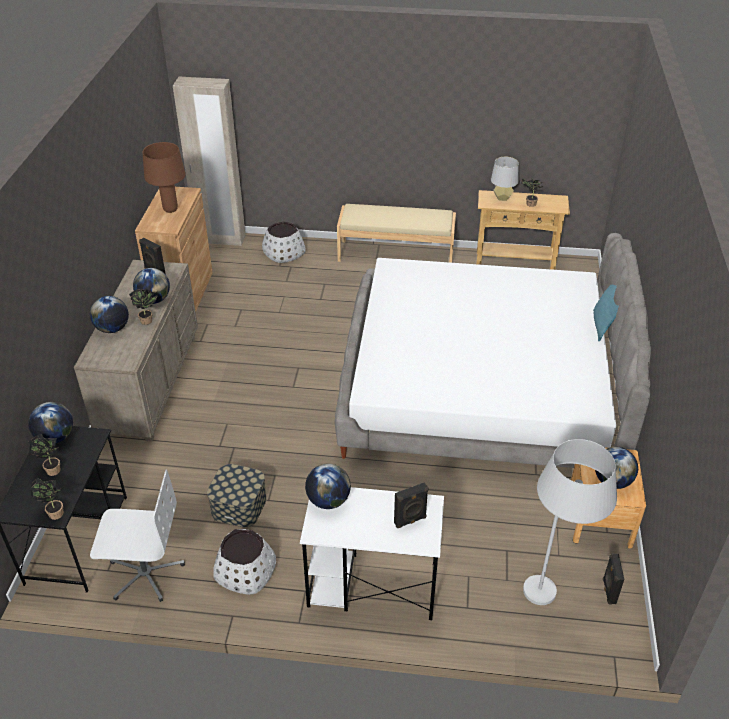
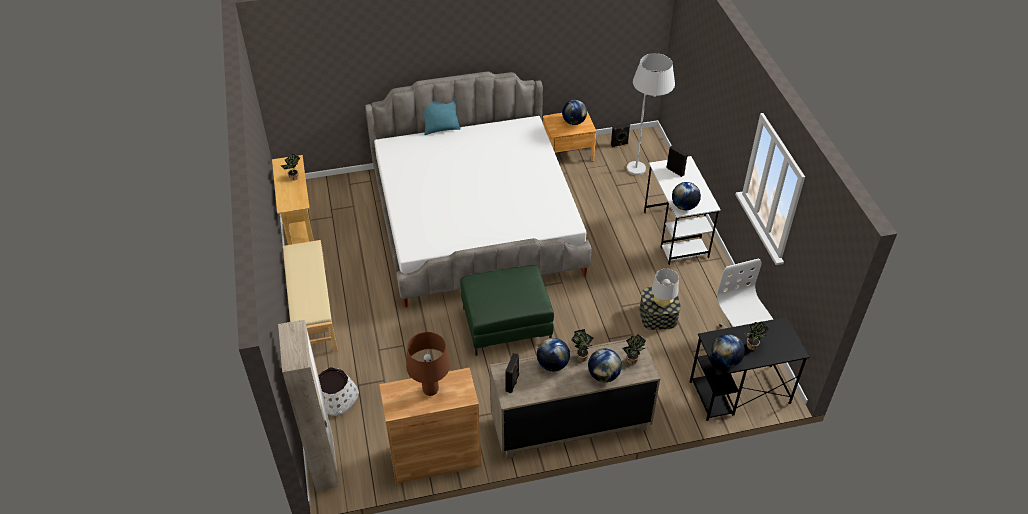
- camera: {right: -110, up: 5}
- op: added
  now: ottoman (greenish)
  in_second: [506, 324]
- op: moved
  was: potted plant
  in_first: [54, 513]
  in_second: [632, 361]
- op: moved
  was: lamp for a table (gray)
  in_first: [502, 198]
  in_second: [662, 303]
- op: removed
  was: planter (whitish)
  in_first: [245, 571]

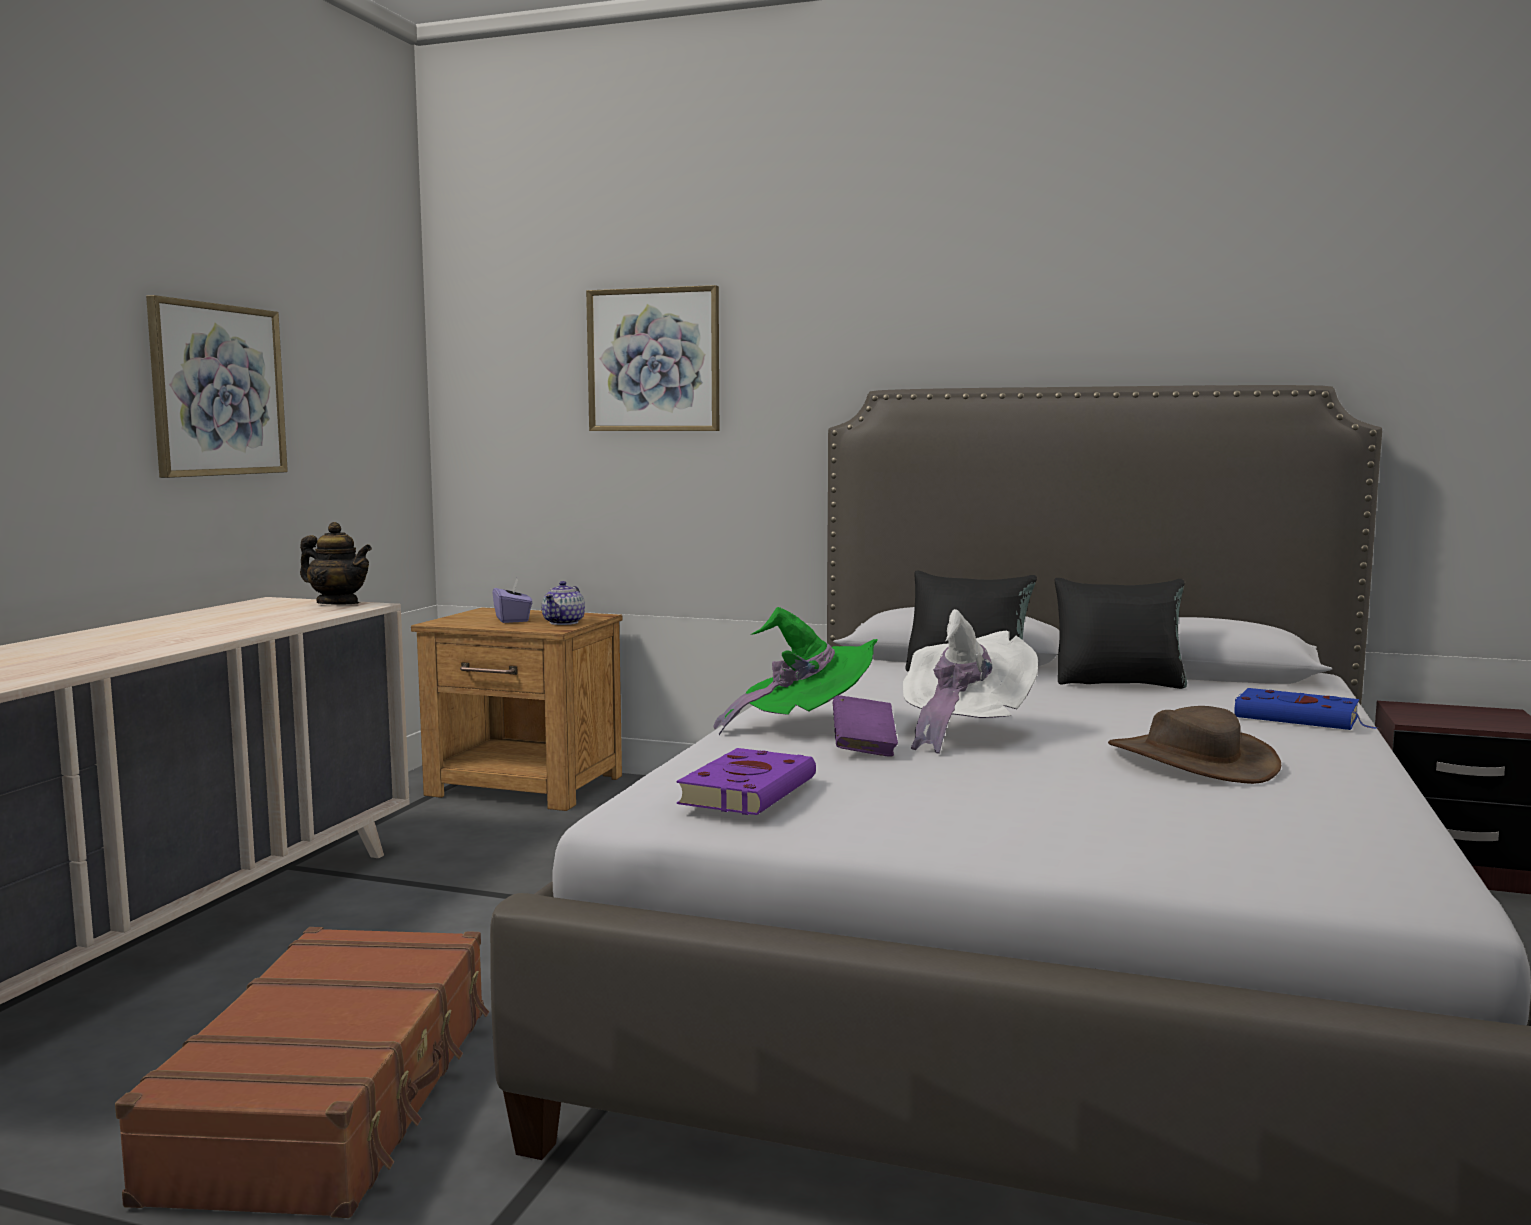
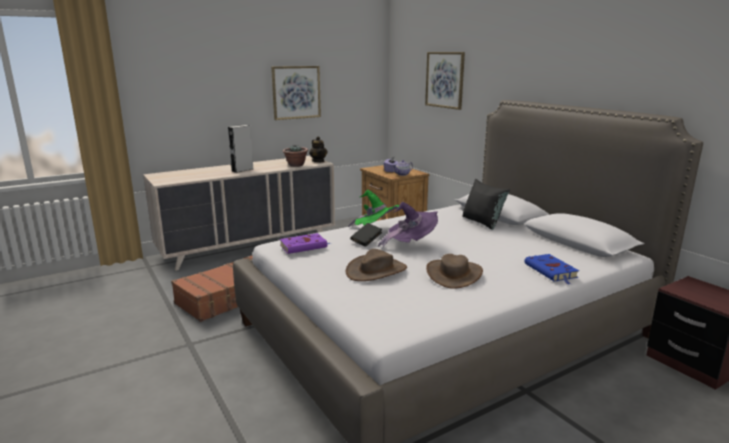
- camera: {right: 40, up: 10}
- op: added
  now: loudspeaker (gray)
  in_second: [242, 170]
- op: added
  now: potted plant
  in_second: [296, 165]
- op: added
  now: hat (brownish)
  in_second: [376, 270]
- op: recoloured
  was: bound book (purple-coloured)
  now: bound book (black-coloured)
  in_first: [864, 747]
  in_second: [366, 241]
- op: recoloured
  was: hat (whitish)
  now: hat (purple-coloured)
  in_first: [961, 731]
  in_second: [410, 243]
- op: removed
  was: cushion (black-coloured)
  in_first: [1119, 683]

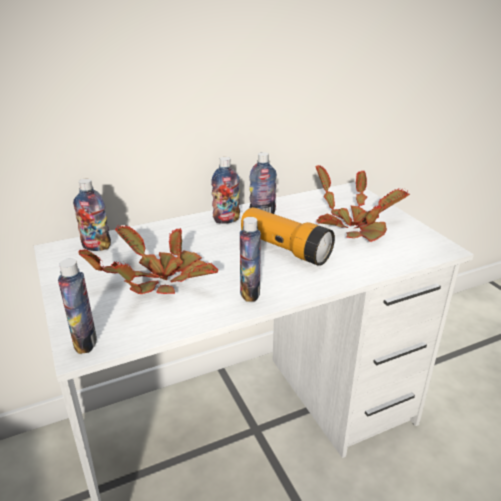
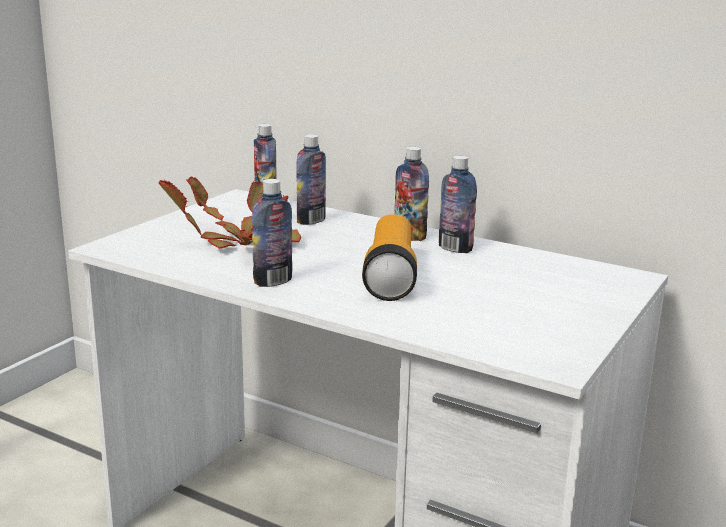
- camera: {right: 55, up: -10}
- op: moved
  was: beverage bottle
  in_first: [85, 342]
  in_second: [311, 220]
- op: removed
  was: potted plant
  in_first: [354, 225]

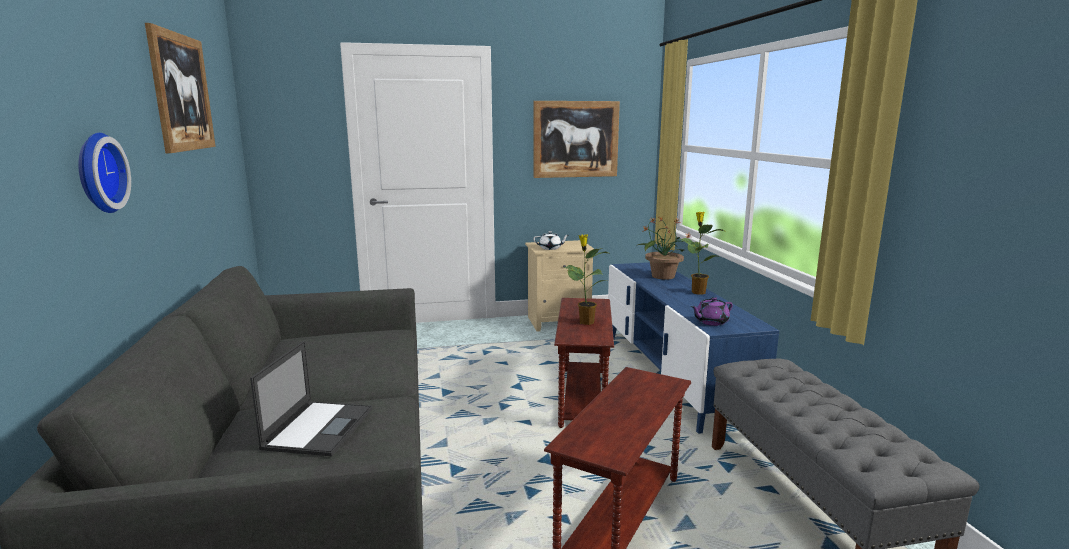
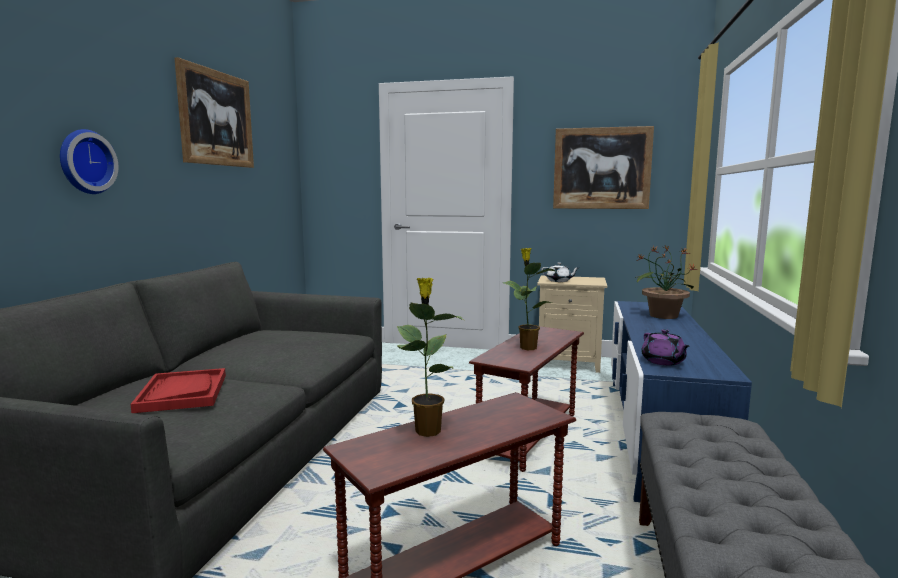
- camera: {right: 25, up: -5}
- op: replaced
  was: portable computer
  now: serving tray (reddish)
  in_first: [319, 427]
  in_second: [182, 392]
- op: moved
  was: potted plant
  in_first: [697, 292]
  in_second: [427, 430]
- op: turned
  was: teapot (purple-coloured)
  in_first: [710, 322]
  in_second: [663, 362]
  clockwise: -105

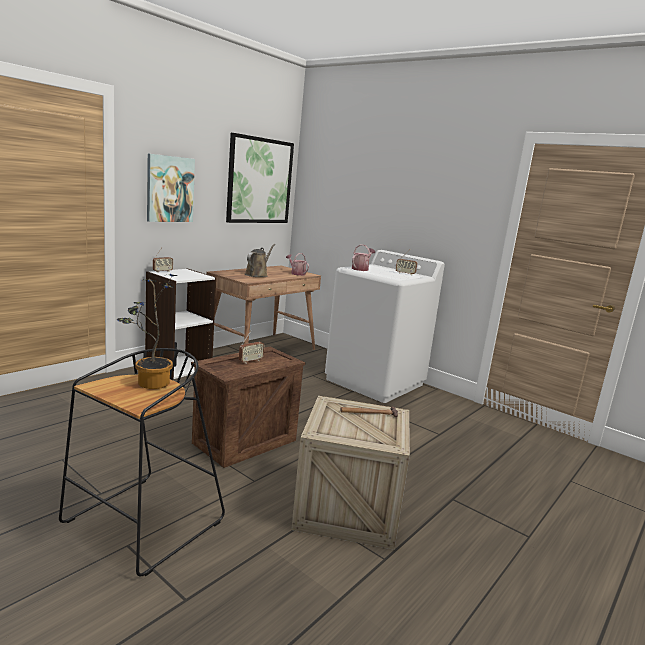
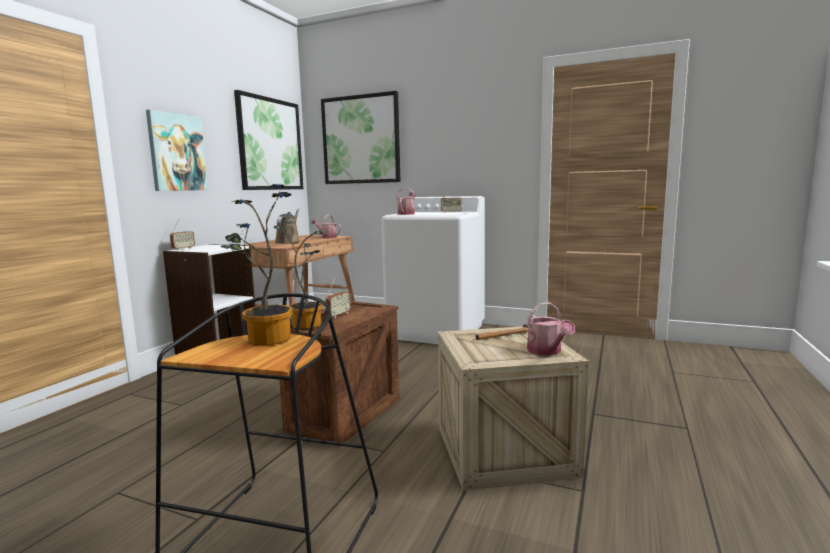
- camera: {right: -15, up: -5}
- op: added
  now: potted plant
  in_second: [308, 324]
- op: added
  now: picture
  in_second: [361, 140]
- op: added
  now: watering pot
  in_second: [546, 351]

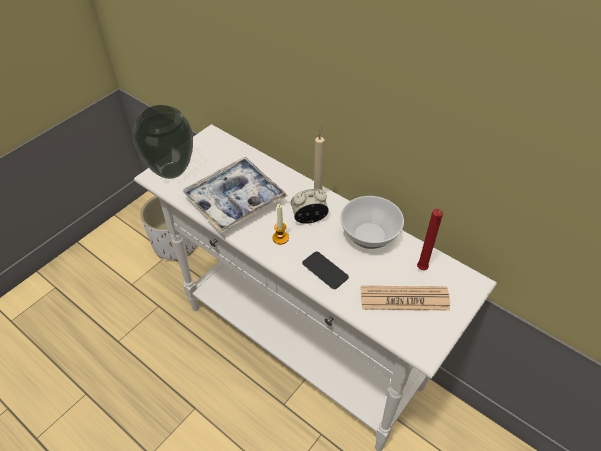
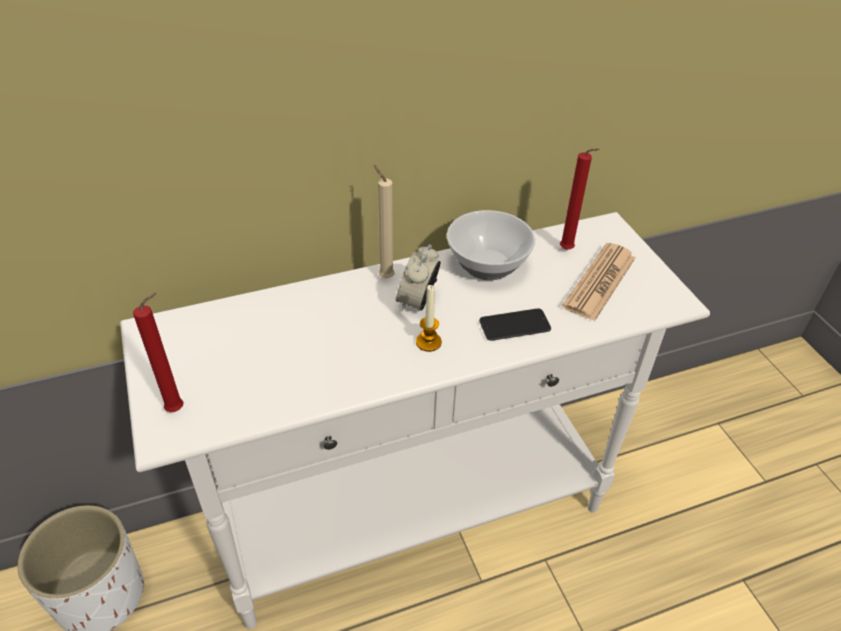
- camera: {right: -60, up: -5}
- op: replaced
  was: vase
  now: wax light (reddish)
  in_first: [171, 171]
  in_second: [178, 409]
- op: removed
  was: serving tray
  in_first: [235, 200]

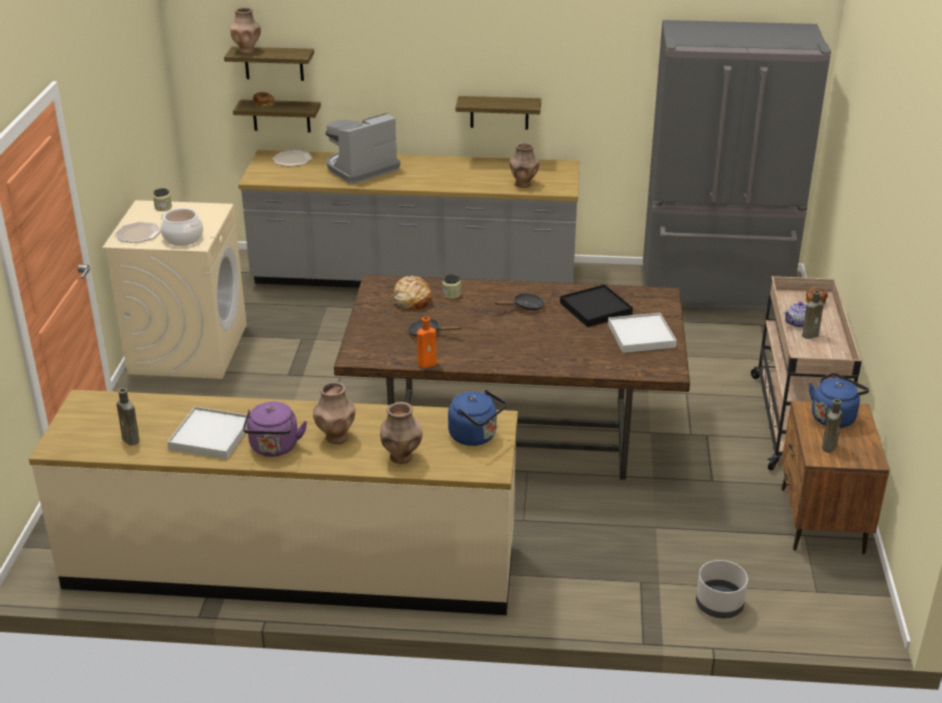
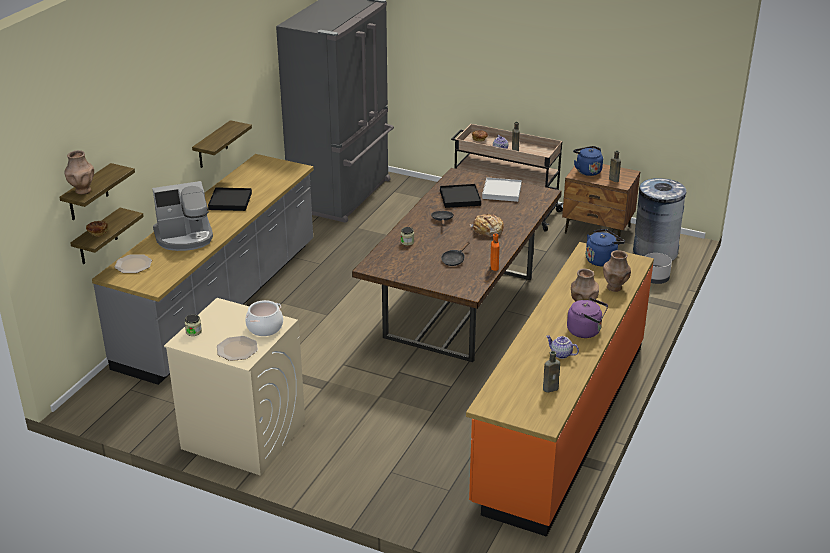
- camera: {right: -70, up: 0}
- op: turned
  was: coffee maker
  in_first: [361, 169]
  in_second: [185, 237]
  clockwise: -90
- op: added
  now: serving tray (black-coloured)
  in_second: [230, 201]
- op: recoloured
  was: kitchen base unit (beige)
  now: kitchen base unit (orange)
  in_first: [292, 563]
  in_second: [560, 421]
- op: moved
  was: baked bread
  in_first: [411, 300]
  in_second: [487, 230]
- op: replaced
  was: serving tray (whitish)
  now: teapot
  in_first: [210, 436]
  in_second: [560, 354]
- op: added
  now: rubbish bin (gray)
  in_second: [655, 252]
- op: removed
  was: vase (brownish)
  in_first: [523, 184]

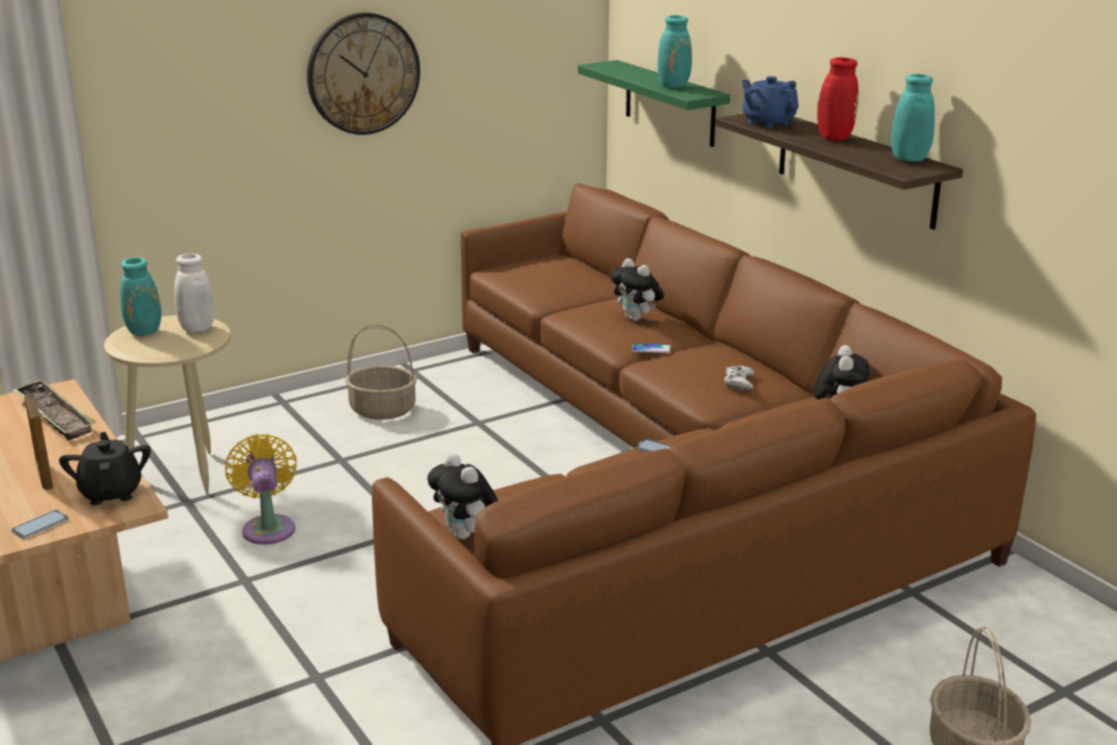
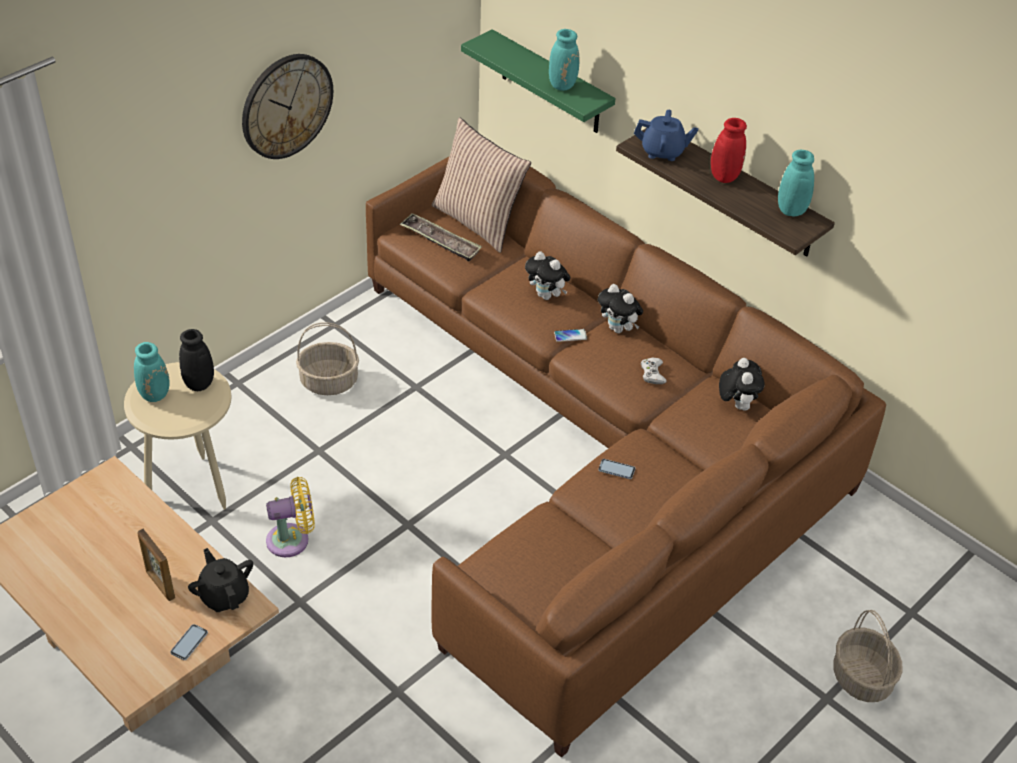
- camera: {right: -15, up: 20}
- op: recoloured
  was: vase (whitish)
  now: vase (black-coloured)
  in_first: [196, 330]
  in_second: [199, 386]
- op: turned
  was: fan (yellowish)
  in_first: [268, 527]
  in_second: [292, 540]
  clockwise: 105
- op: moved
  was: serving tray
  in_first: [54, 416]
  in_second: [440, 241]
- op: added
  now: cushion
  in_second: [478, 222]
- op: moved
  was: cuddly toy
  in_first: [466, 535]
  in_second: [618, 329]
- op: turned
  was: teapot (blue)
  in_first: [768, 123]
  in_second: [663, 152]
  clockwise: 150

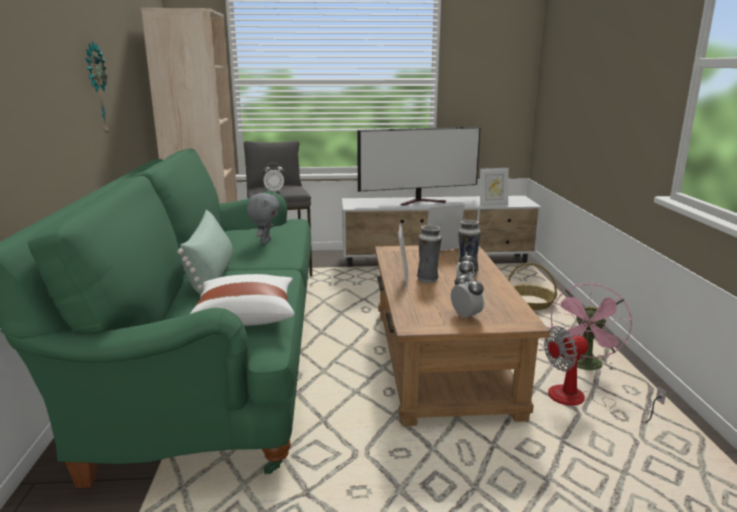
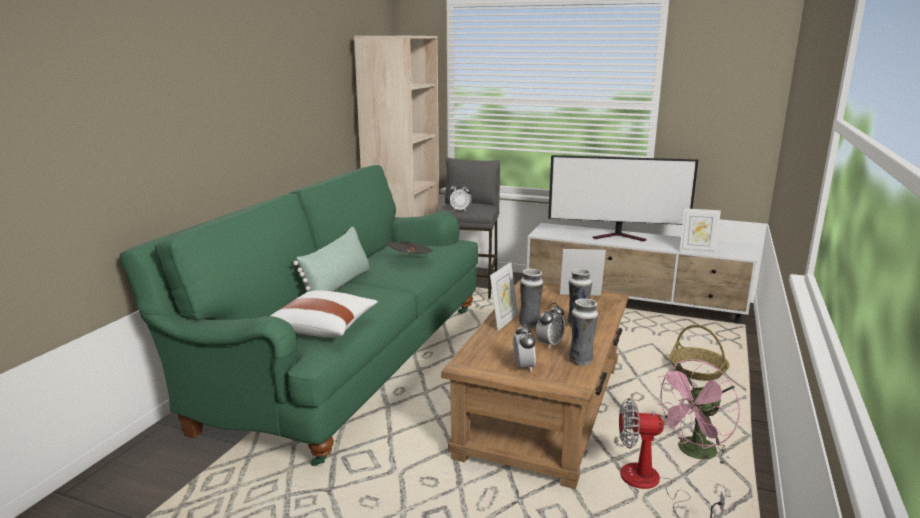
- camera: {right: 25, up: 0}
- op: replaced
  was: cuddly toy (gray)
  now: newspaper
  in_first: [265, 241]
  in_second: [411, 261]
- op: added
  now: vase
  in_second: [581, 360]
- op: removed
  was: wall clock
  in_first: [96, 89]

